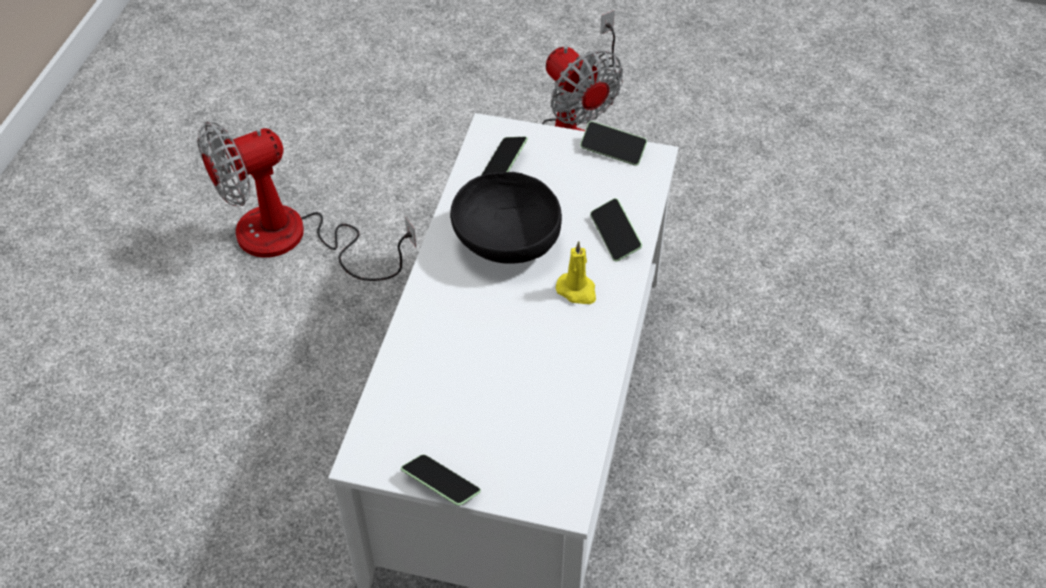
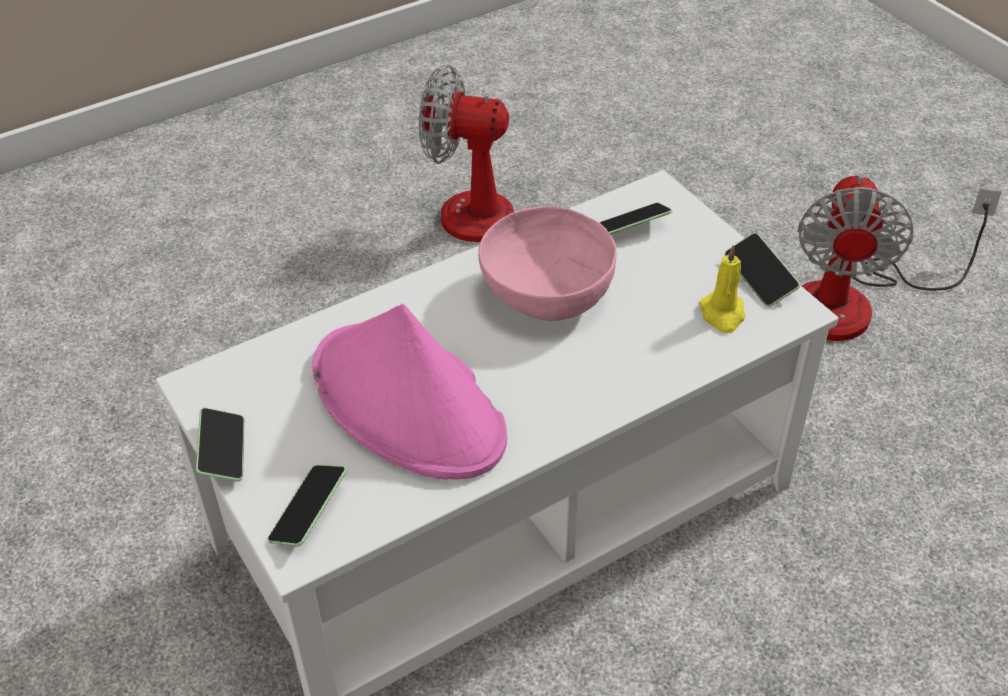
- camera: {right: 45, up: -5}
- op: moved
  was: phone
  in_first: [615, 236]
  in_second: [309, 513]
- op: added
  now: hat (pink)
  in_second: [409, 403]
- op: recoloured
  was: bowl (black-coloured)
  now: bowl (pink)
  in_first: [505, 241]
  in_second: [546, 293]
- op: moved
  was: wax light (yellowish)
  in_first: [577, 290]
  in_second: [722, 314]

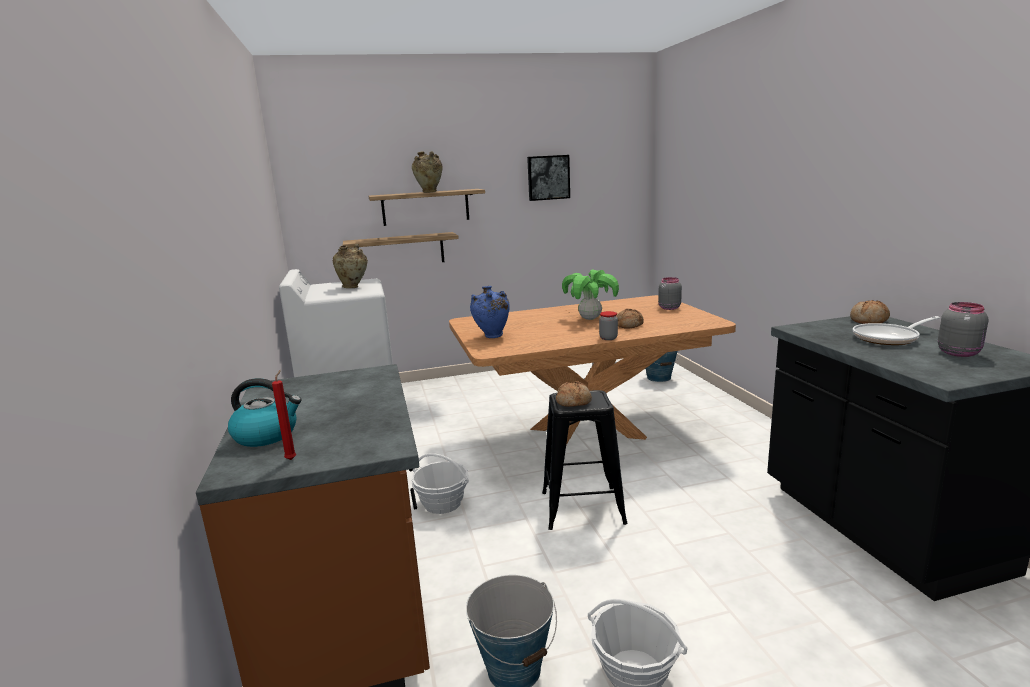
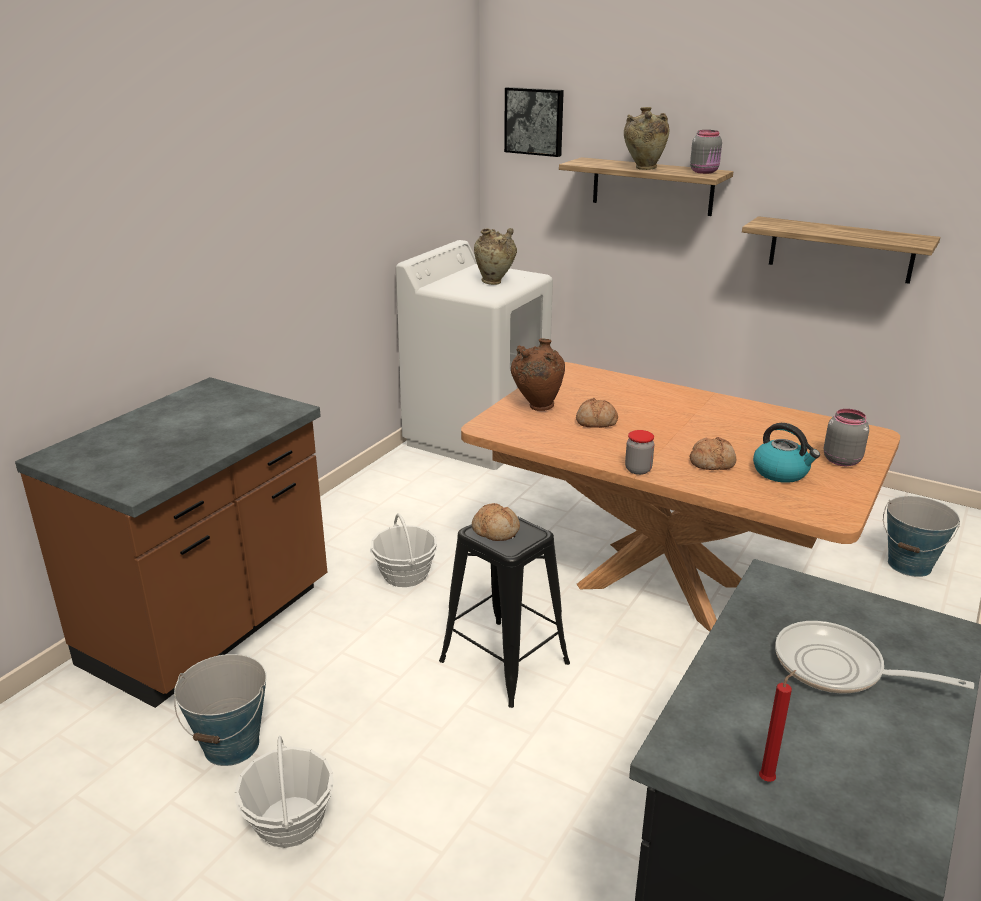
- camera: {right: 45, up: 10}
- op: moved
  was: picture
  in_first: [548, 177]
  in_second: [534, 121]
- op: recoloured
  was: vase (blue)
  now: vase (brownish)
  in_first: [492, 336]
  in_second: [537, 407]
- op: moved
  was: baked bread
  in_first: [869, 321]
  in_second: [596, 422]
- op: moved
  was: storage jar (gray)
  in_first: [959, 353]
  in_second: [705, 172]
- op: moved
  was: bracket shelf
  in_first: [400, 251]
  in_second: [841, 249]
- op: moved
  was: water kettle
  in_first: [267, 435]
  in_second: [781, 472]
- op: moved
  was: wax light (reddish)
  in_first: [292, 459]
  in_second: [768, 779]
- op: removed
  was: potted plant
  in_first: [589, 318]

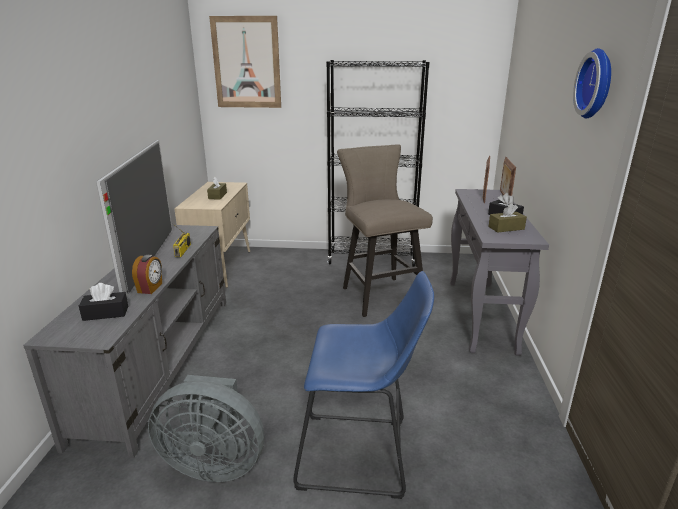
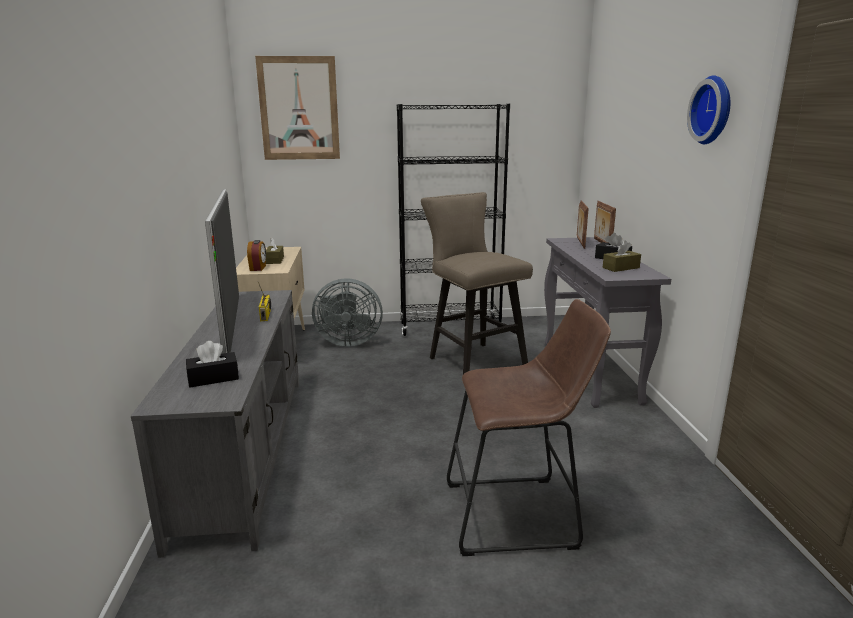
- camera: {right: -10, up: -5}
- op: moved
  was: table clock
  in_first: [150, 288]
  in_second: [258, 268]
- op: moved
  was: fan (gray)
  in_first: [214, 462]
  in_second: [347, 342]
- op: recoloured
  was: stool (blue)
  now: stool (brownish)
  in_first: [360, 455]
  in_second: [518, 515]

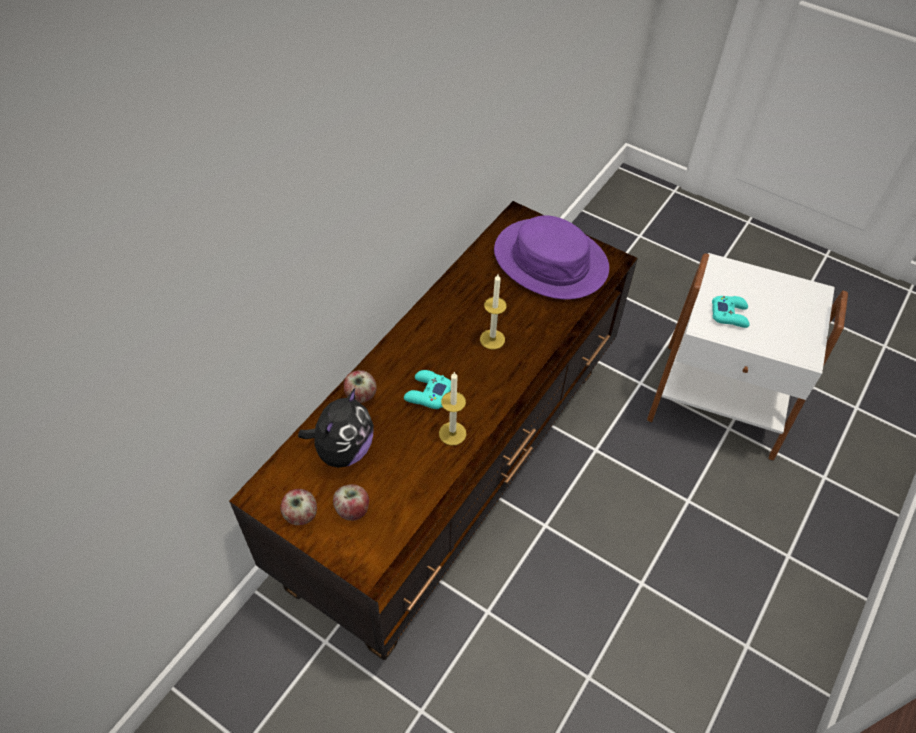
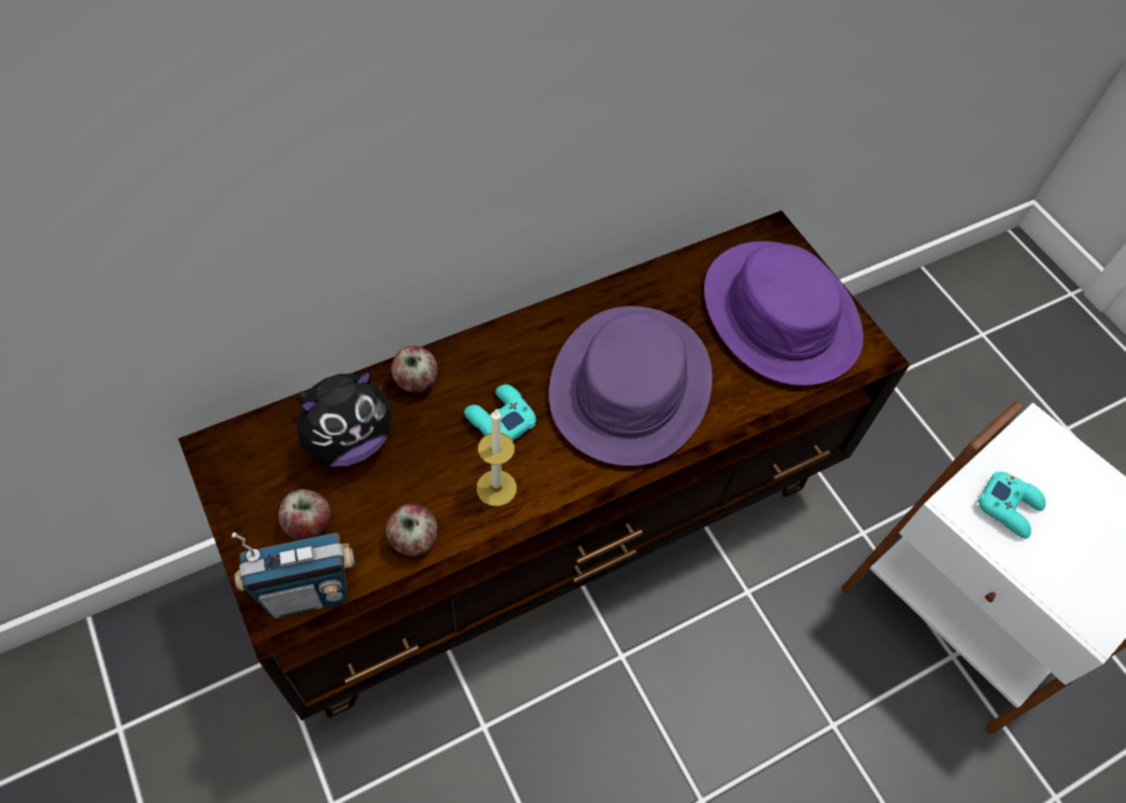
- camera: {right: 25, up: 5}
- op: added
  now: radio
  in_second: [307, 593]
- op: moved
  was: apple
  in_first: [300, 515]
  in_second: [413, 540]
- op: replaced
  was: wax light
  now: hat (purple-coloured)
  in_first: [492, 339]
  in_second: [631, 386]

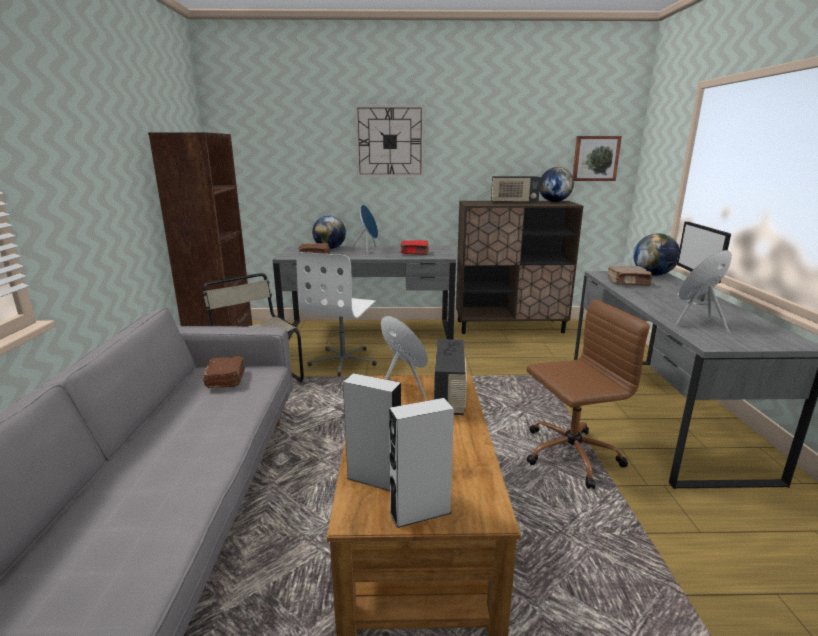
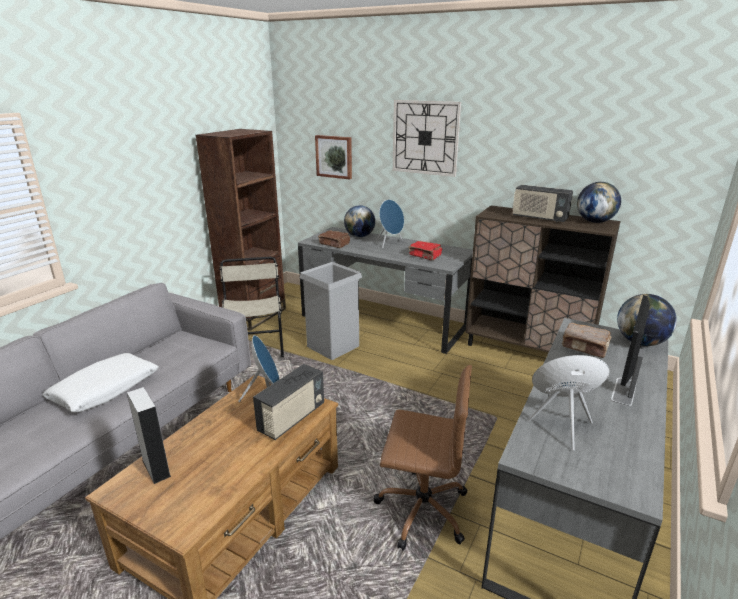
- camera: {right: 30, up: 5}
- op: added
  now: cushion (whitish)
  in_second: [105, 390]
- op: replaced
  was: office chair (whitish)
  now: rubbish bin (gray)
  in_first: [343, 361]
  in_second: [333, 346]
- op: moved
  was: picture
  in_first: [595, 158]
  in_second: [334, 156]
- op: removed
  was: bound book (brownish)
  in_first: [226, 379]
- op: removed
  was: loudspeaker (gray)
  in_first: [420, 512]

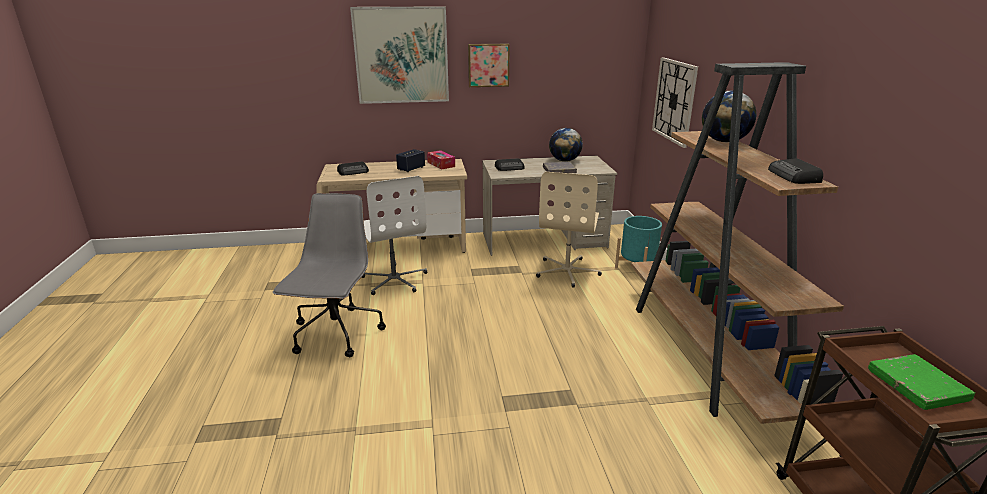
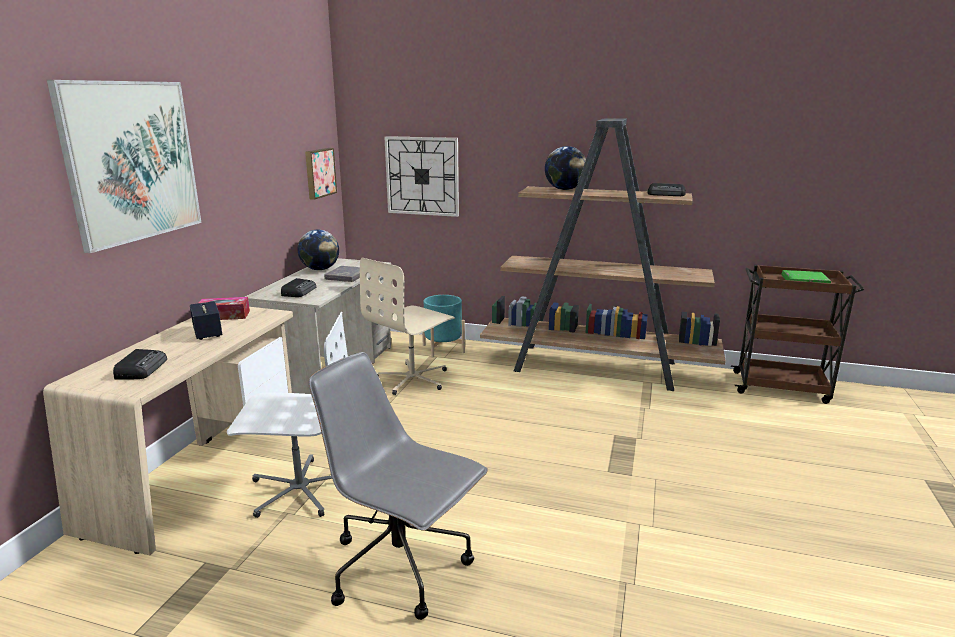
- camera: {right: -65, up: -5}
- op: moved
  was: picture
  in_first: [488, 65]
  in_second: [319, 173]
- op: turned
  was: office chair (beige)
  in_first: [567, 271]
  in_second: [413, 379]
  clockwise: 90

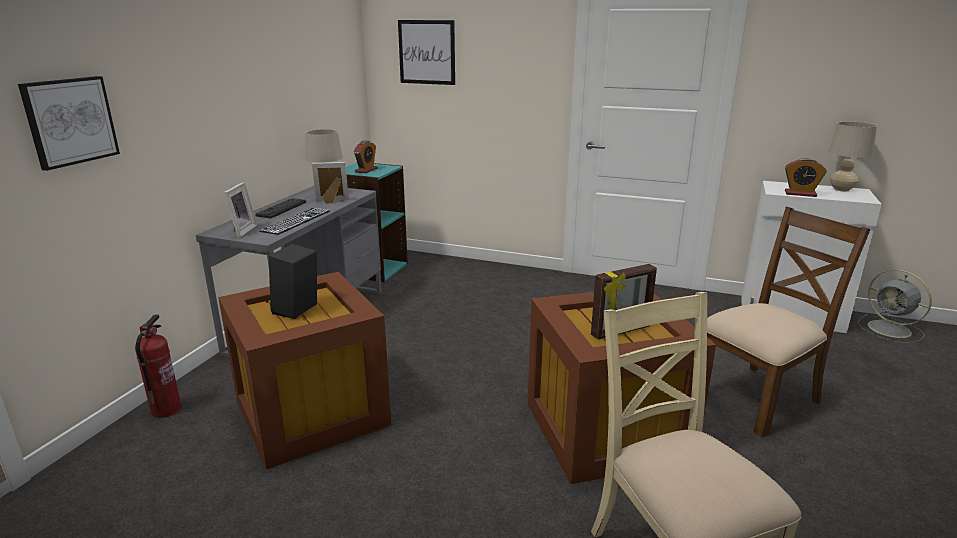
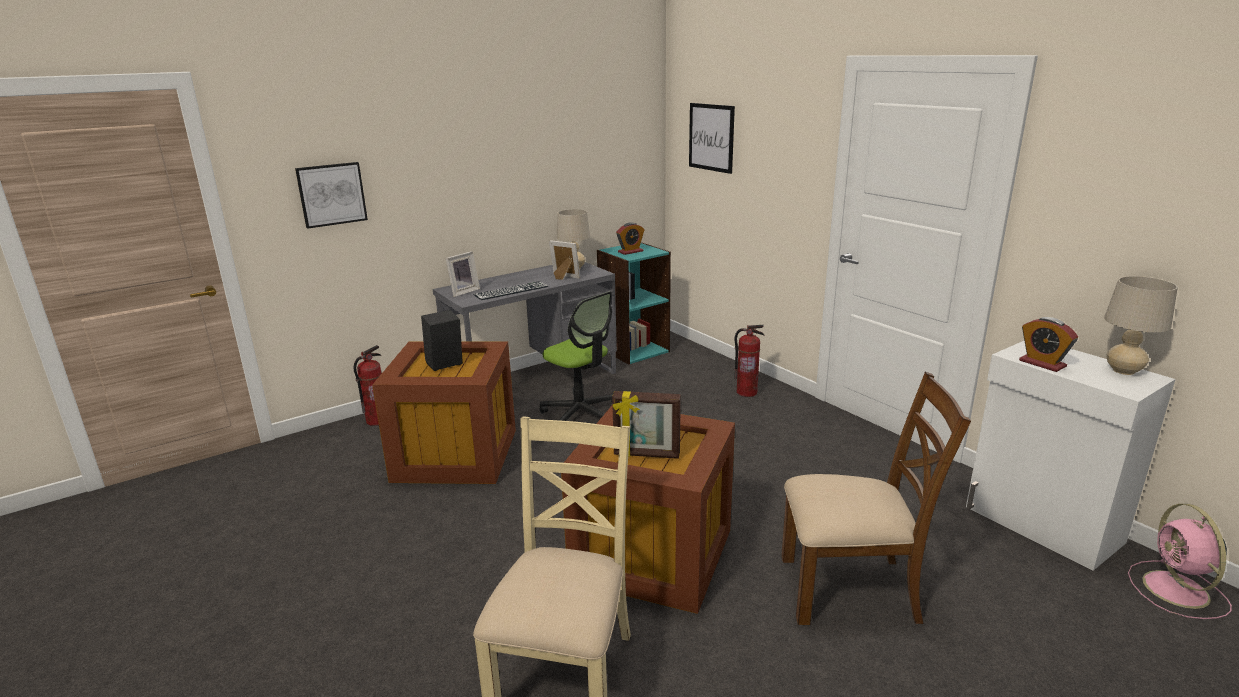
- camera: {right: 35, up: 0}
- op: added
  now: office chair
  in_second: [581, 414]
- op: added
  now: extinguisher
  in_second: [747, 392]
- op: recoloured
  was: fan (gray)
  now: fan (pink)
  in_first: [891, 330]
  in_second: [1177, 591]
- op: removed
  was: PC keyboard
  in_first: [281, 209]

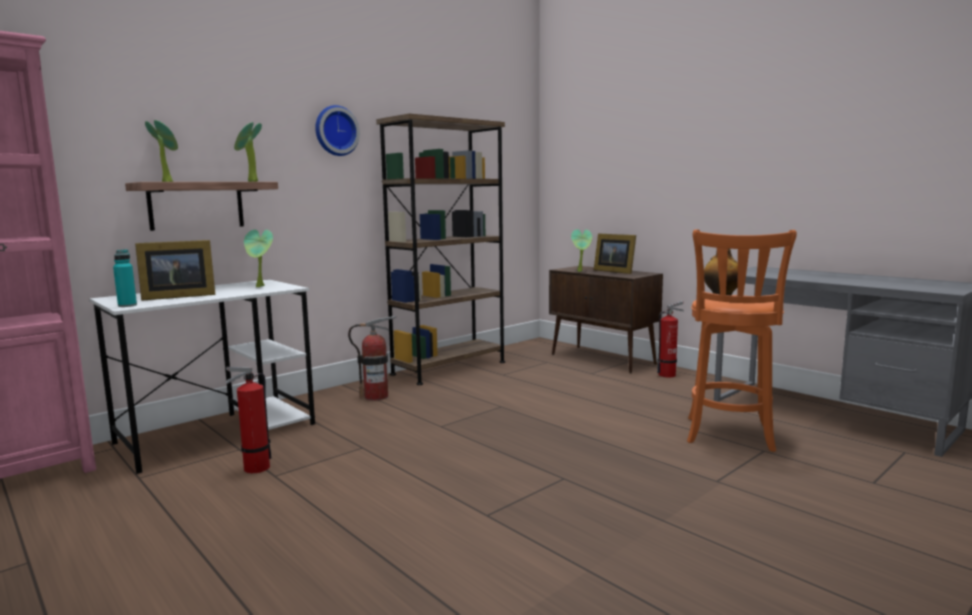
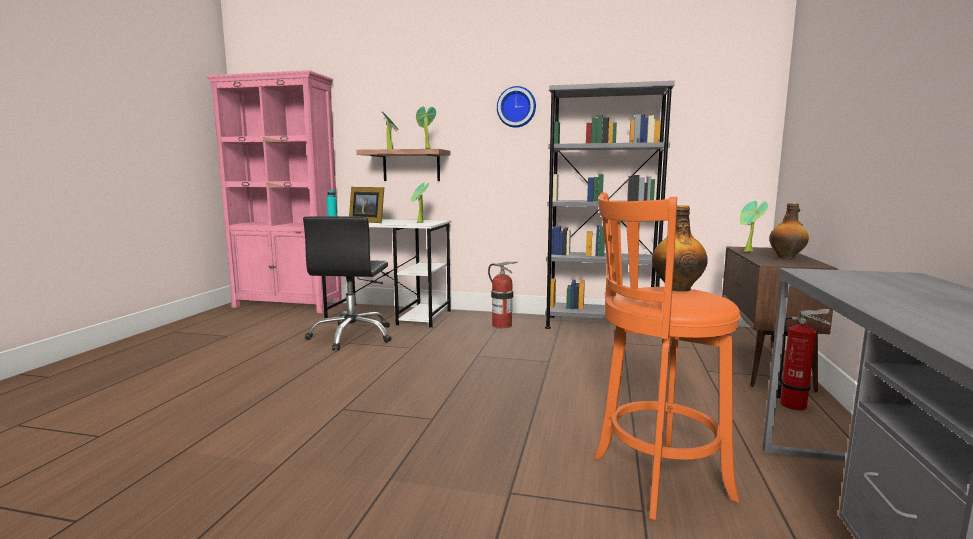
- camera: {right: 55, up: 0}
- op: replaced
  was: extinguisher
  now: office chair (black-coloured)
  in_first: [253, 469]
  in_second: [352, 336]
- op: recoloured
  was: bookcase (brownish)
  now: bookcase (gray)
  in_first: [449, 368]
  in_second: [600, 325]
- op: replaced
  was: picture frame
  now: beverage bottle
  in_first: [614, 271]
  in_second: [786, 257]

